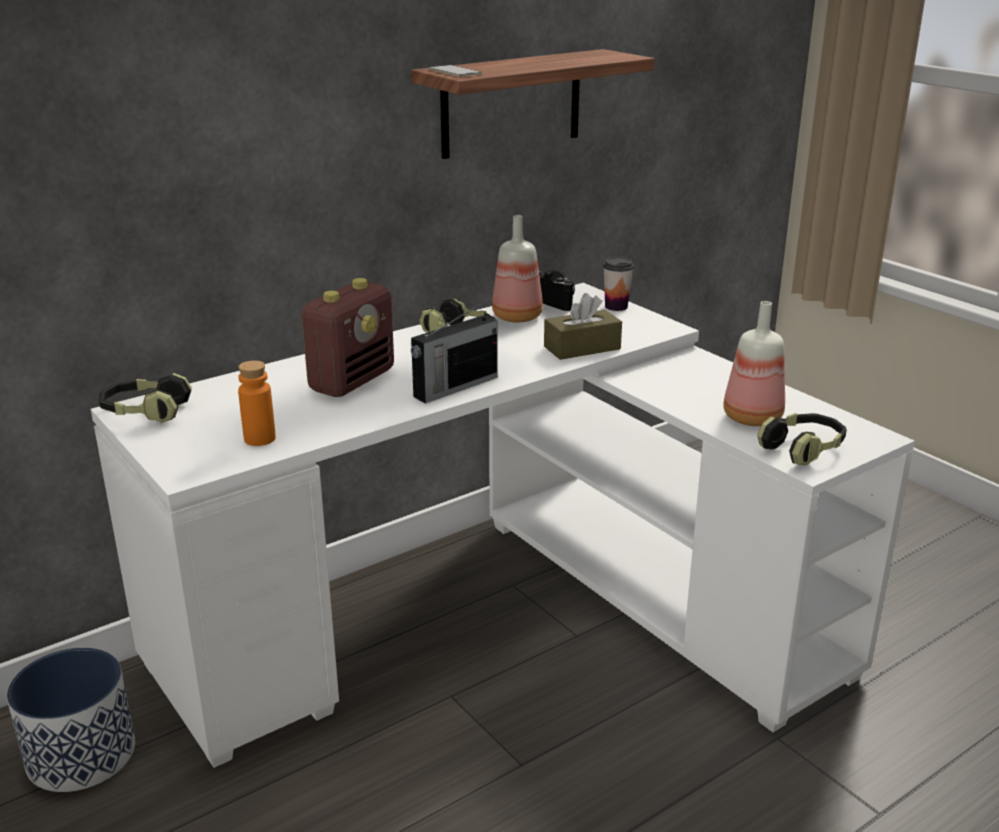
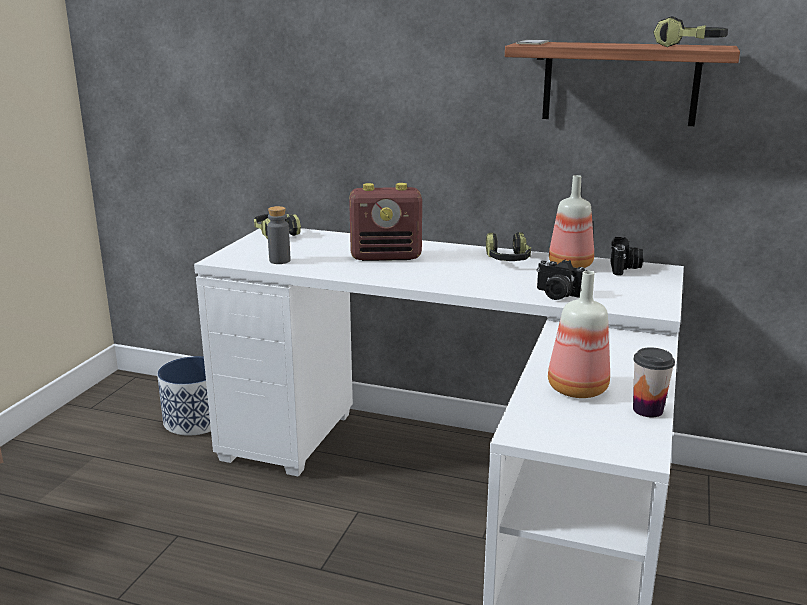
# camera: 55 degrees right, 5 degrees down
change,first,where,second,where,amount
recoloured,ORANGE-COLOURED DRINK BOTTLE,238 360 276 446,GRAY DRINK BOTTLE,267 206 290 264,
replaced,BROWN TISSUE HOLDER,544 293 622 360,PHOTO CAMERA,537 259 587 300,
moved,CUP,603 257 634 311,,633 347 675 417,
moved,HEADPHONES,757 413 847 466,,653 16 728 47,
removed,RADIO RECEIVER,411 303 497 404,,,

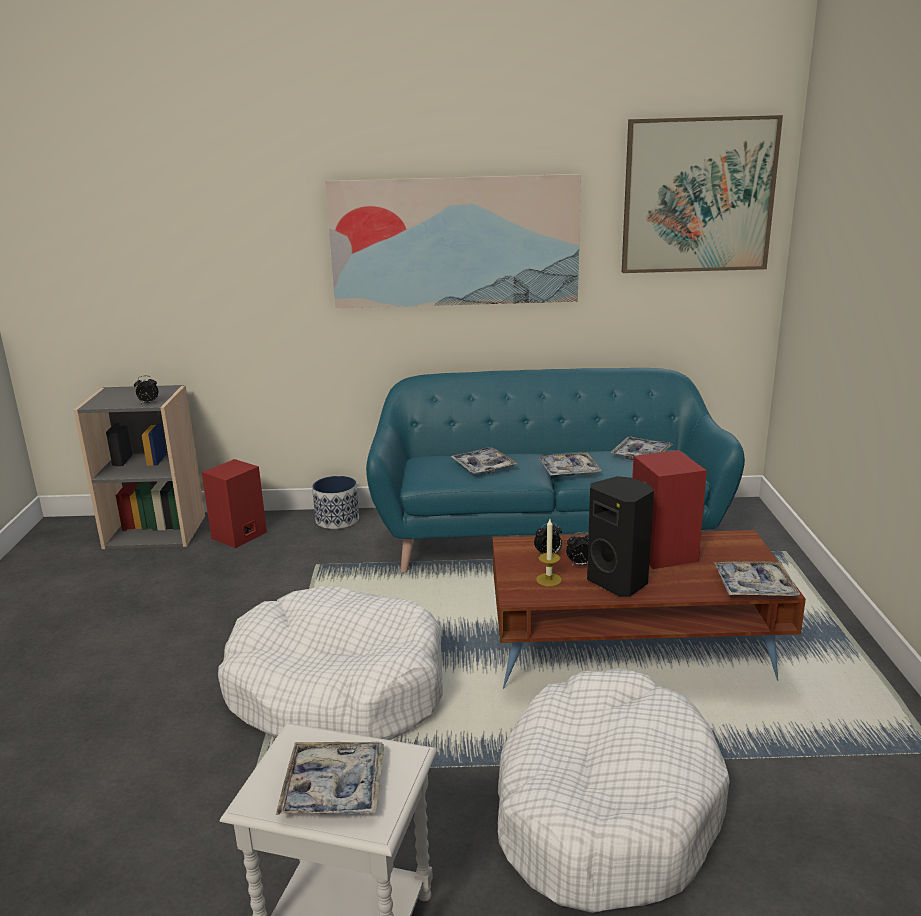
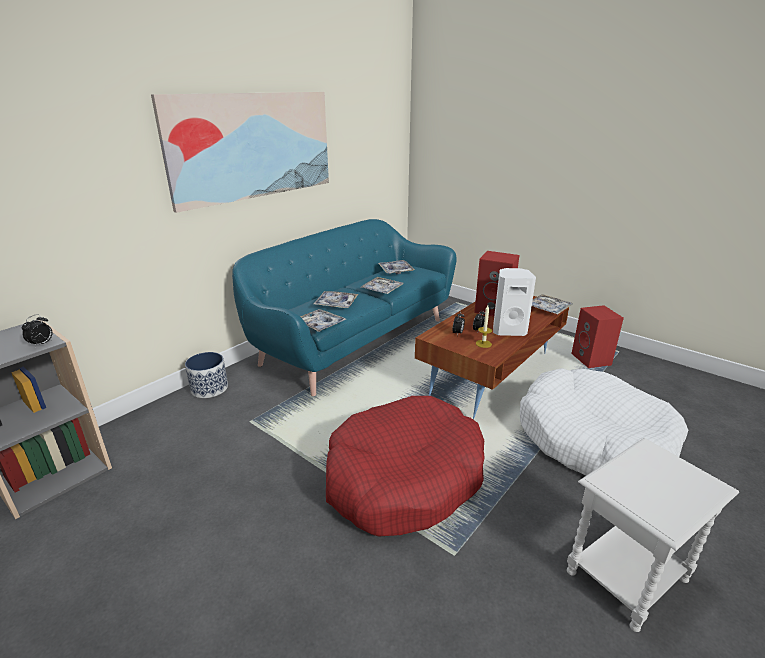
# camera: 50 degrees left, 5 degrees up
change,first,where,second,where,amount
moved,CARRYING TRAY,276 742 384 815,,300 309 346 332,
recoloured,WHITISH DOG BED,218 586 443 740,REDDISH DOG BED,326 396 485 537,
recoloured,BLACK SPEAKER,587 476 654 597,WHITISH SPEAKER,493 268 536 336,
moved,REDDISH SPEAKER,202 459 267 548,,571 305 624 368,
removed,WALL ART,622 115 783 273,,,

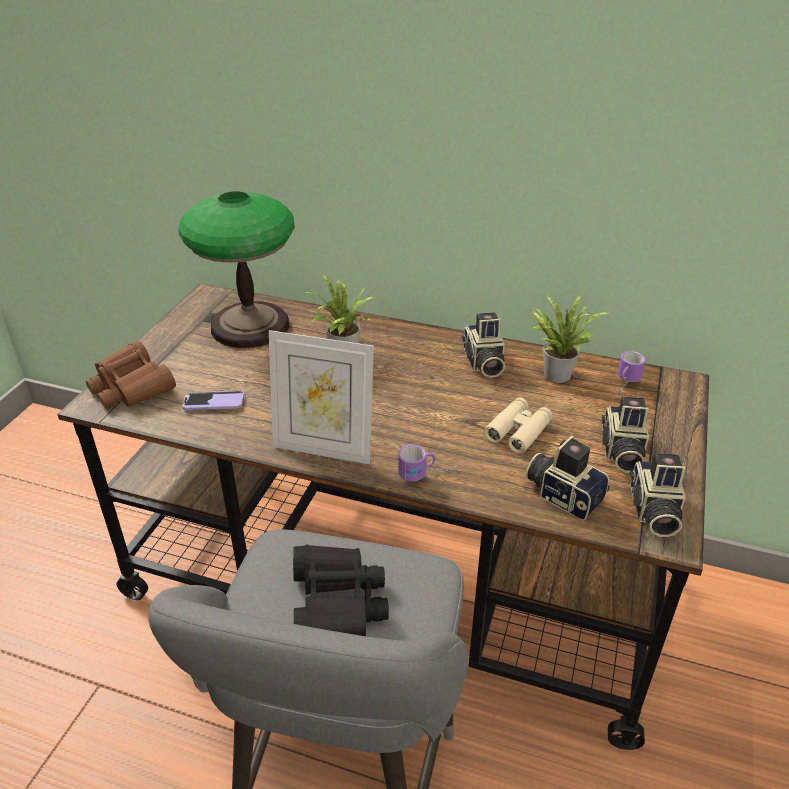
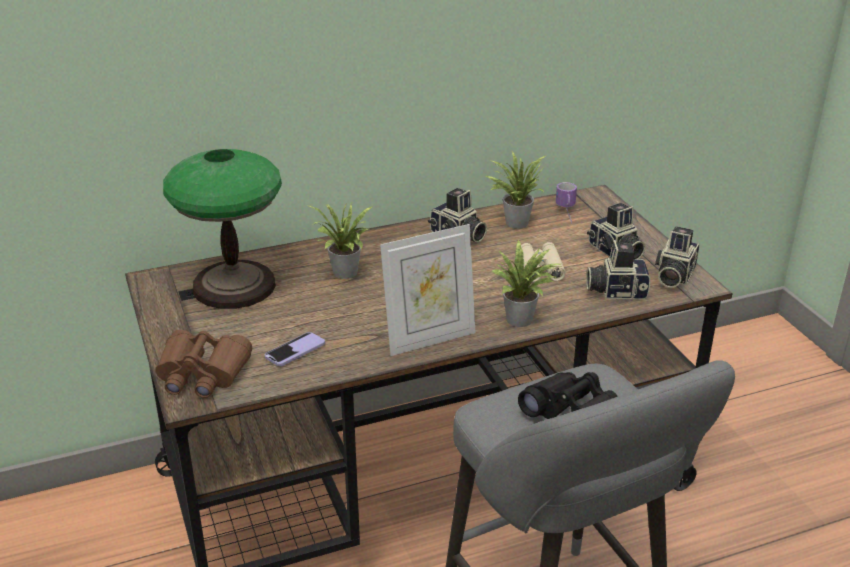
# camera: 40 degrees left, 5 degrees down
change,first,where,second,where,amount
replaced,COFFEE MUG,398 444 457 481,POTTED PLANT,492 240 561 327,
turned,PHOTO CAMERA,630 453 685 537,,655 226 700 288,60 degrees clockwise

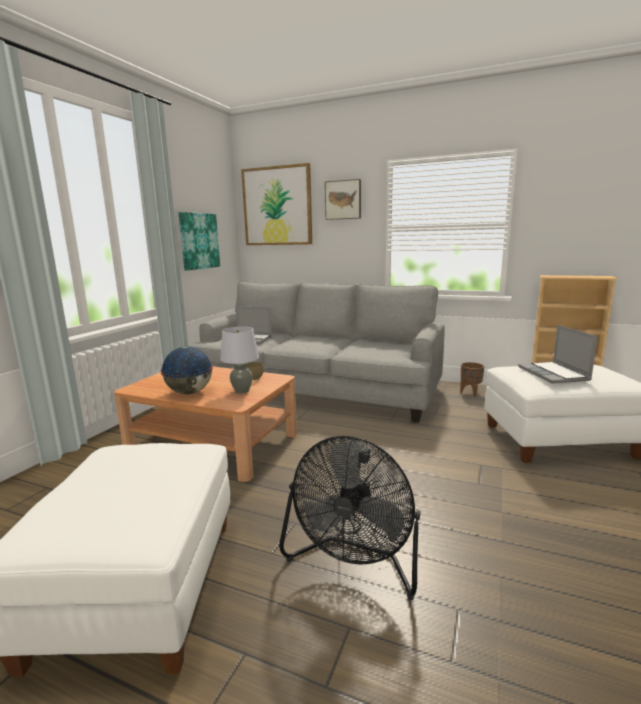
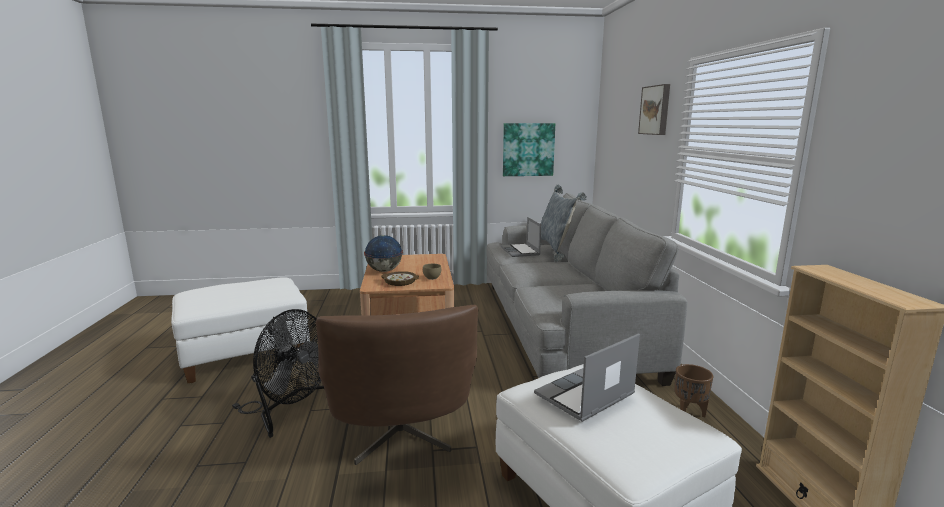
# camera: 60 degrees right, 0 degrees up
change,first,where,second,where,amount
turned,BLACK COOLING FAN,279 436 420 600,,232 309 324 438,150 degrees counterclockwise
added,,,BROWN EASY CHAIR,316 305 478 465,
replaced,GRAY TABLETOP LAMP,220 327 259 394,BOWL,381 271 419 286,
added,,,CUSHION,540 184 587 263,
removed,WALL ART,241 163 312 245,,,

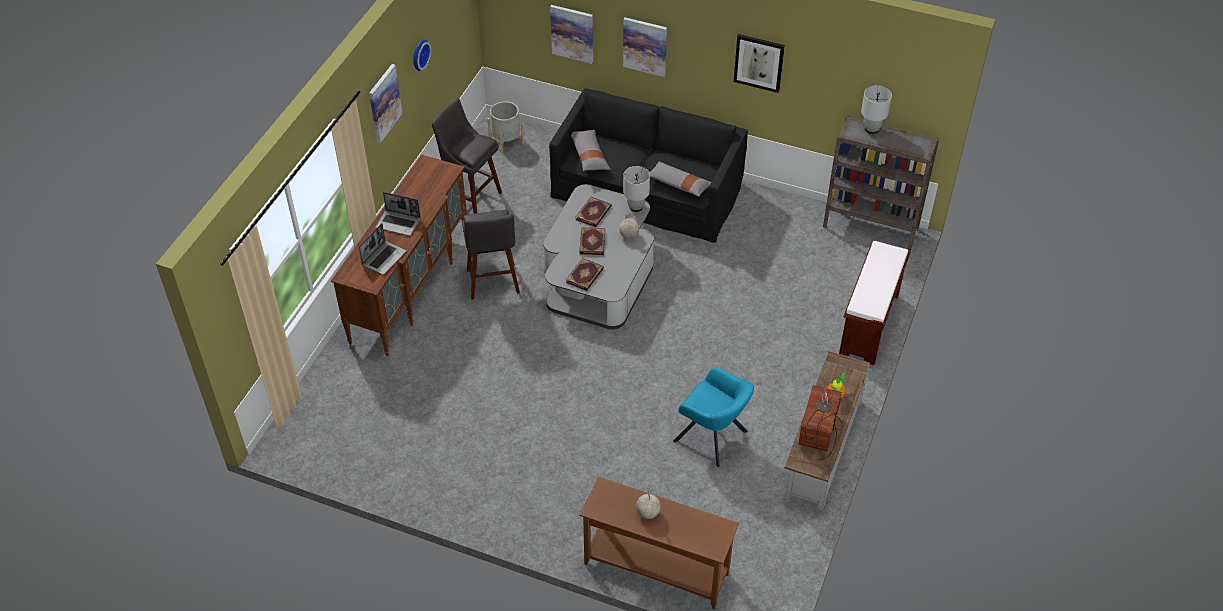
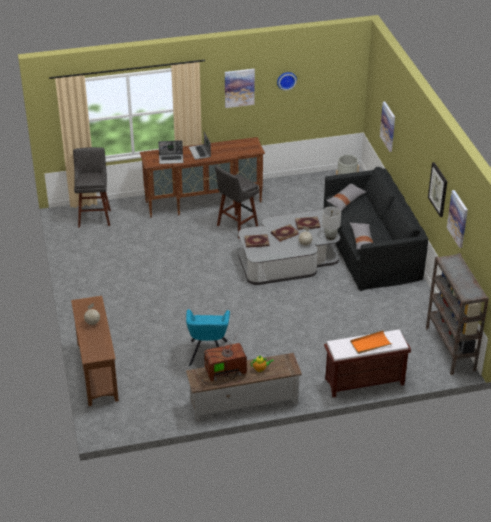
# camera: 55 degrees right, 10 degrees down
change,first,where,second,where,amount
moved,GRAY STOOL,432 98 502 214,,73 147 111 227,
added,,,ORANGE-COLOURED CARRYING TRAY,350 331 393 354,
moved,WALL ART,623 17 667 77,,447 190 468 248,
removed,WHITISH TABLETOP LAMP,861 85 892 134,,,

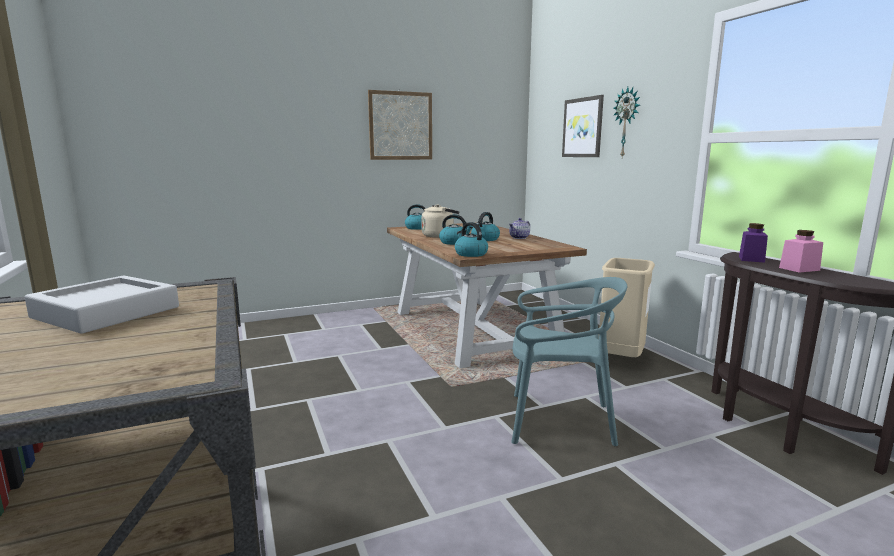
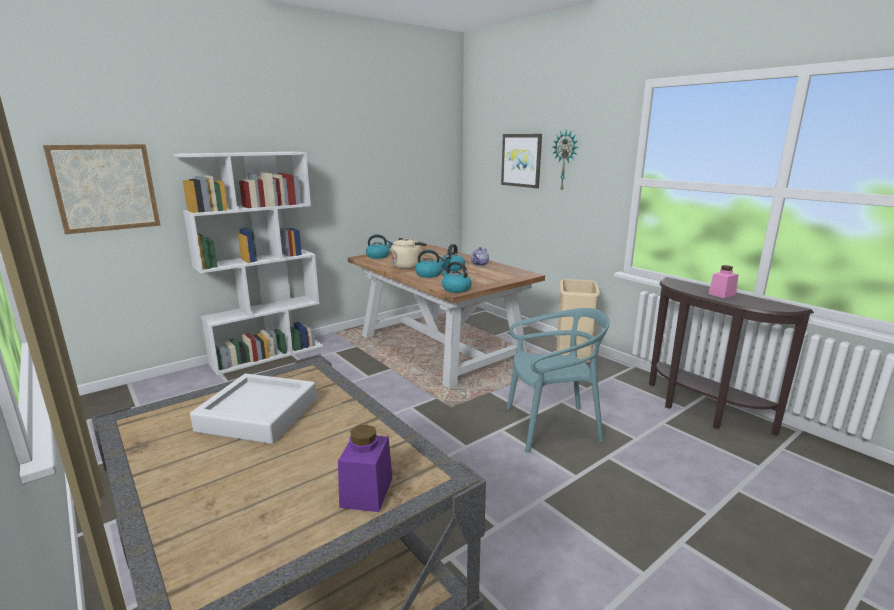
# camera: 15 degrees left, 5 degrees up
change,first,where,second,where,amount
moved,WALL ART,368 90 432 160,,43 142 160 234,
added,,,WHITISH SHELVING UNIT,174 152 323 375,
moved,PURPLE-COLOURED STORAGE JAR,739 223 768 263,,338 425 392 512,

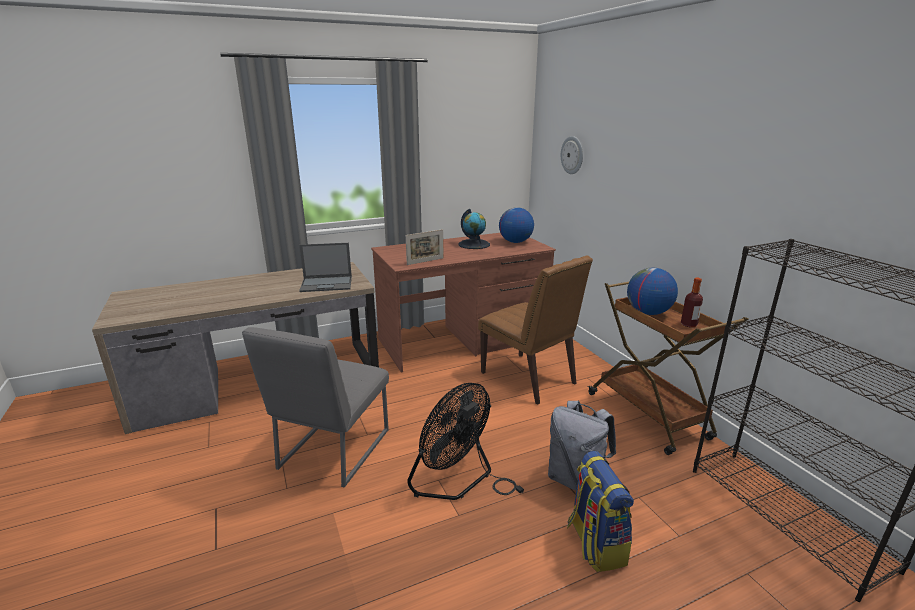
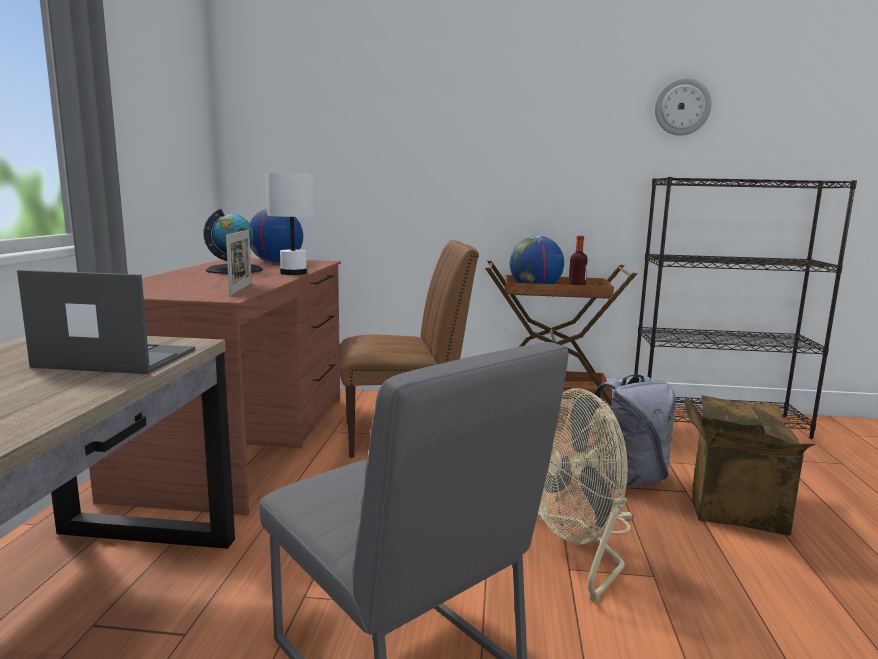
# camera: 60 degrees left, 10 degrees down
change,first,where,second,where,amount
turned,LAPTOP,299 243 352 292,,17 270 195 374,105 degrees counterclockwise
added,,,WHITISH TABLETOP LAMP,266 173 316 275,
recoloured,BLACK COOLING FAN,407 383 524 500,BEIGE COOLING FAN,537 388 634 603,
moved,HANGING CLOCK,561 136 583 174,,655 78 711 136,
replaced,RUCKSACK,567 451 634 572,PACKING BOX,685 395 815 536,

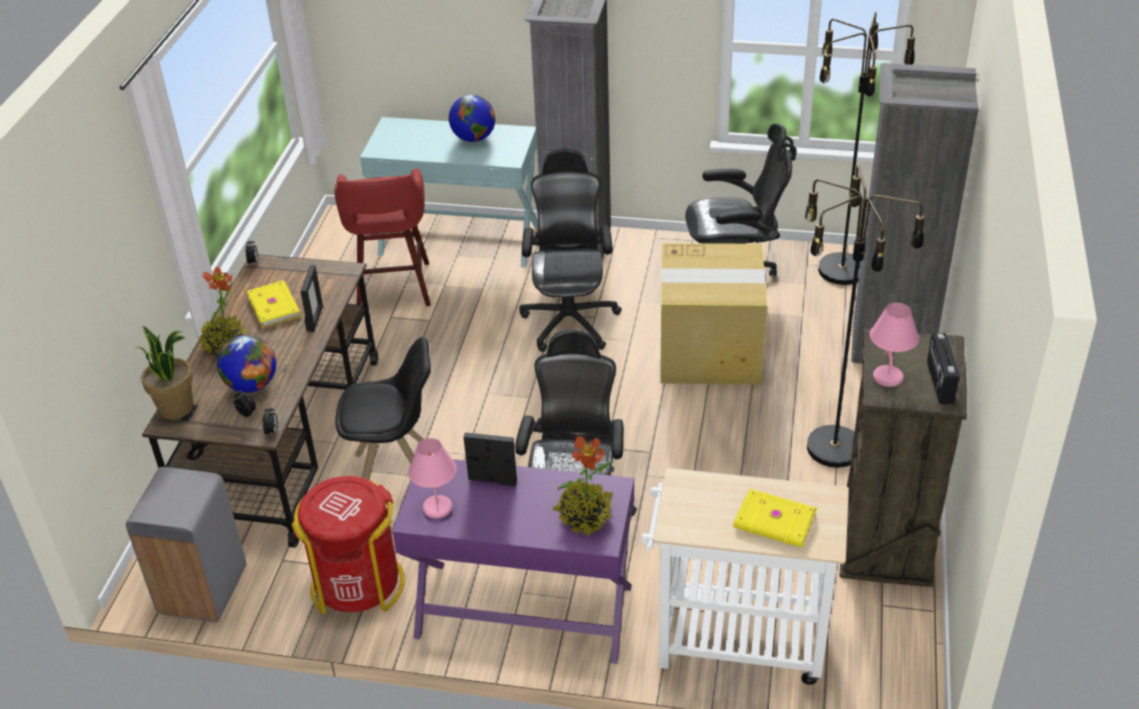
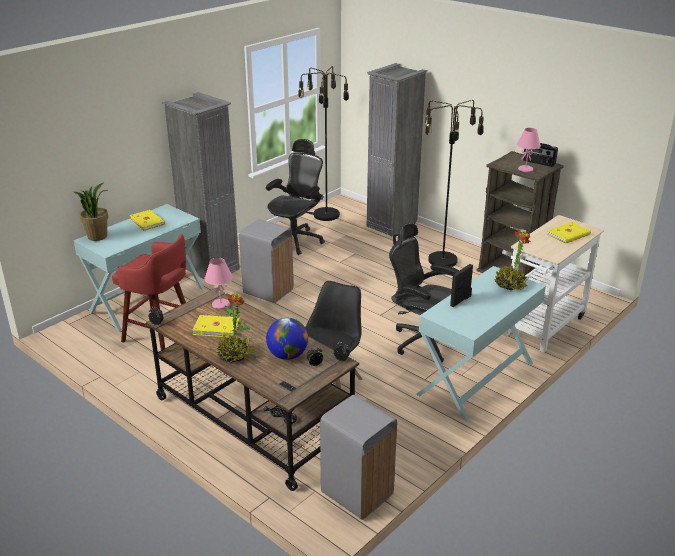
# camera: 60 degrees left, 10 degrees down
change,first,where,second,where,amount
moved,POTTED PLANT,135 326 193 419,,74 182 109 241,
replaced,DESK GLOBE,449 95 495 142,YELLOW BOOK,129 210 165 231,
moved,PINK TABLETOP LAMP,408 438 457 518,,204 258 233 309,
replaced,OFFICE CHAIR,519 149 622 352,GRAY WASTE BIN,239 219 294 303,
recoloured,PURPLE-COLOURED DESK,392 459 635 664,TURQUOISE DESK,416 266 546 421,
removed,REDDISH WASTE BIN,292 476 405 614,,,
removed,STANDING FRAME,300 265 323 332,,,
removed,PACKING BOX,660 243 767 385,,,

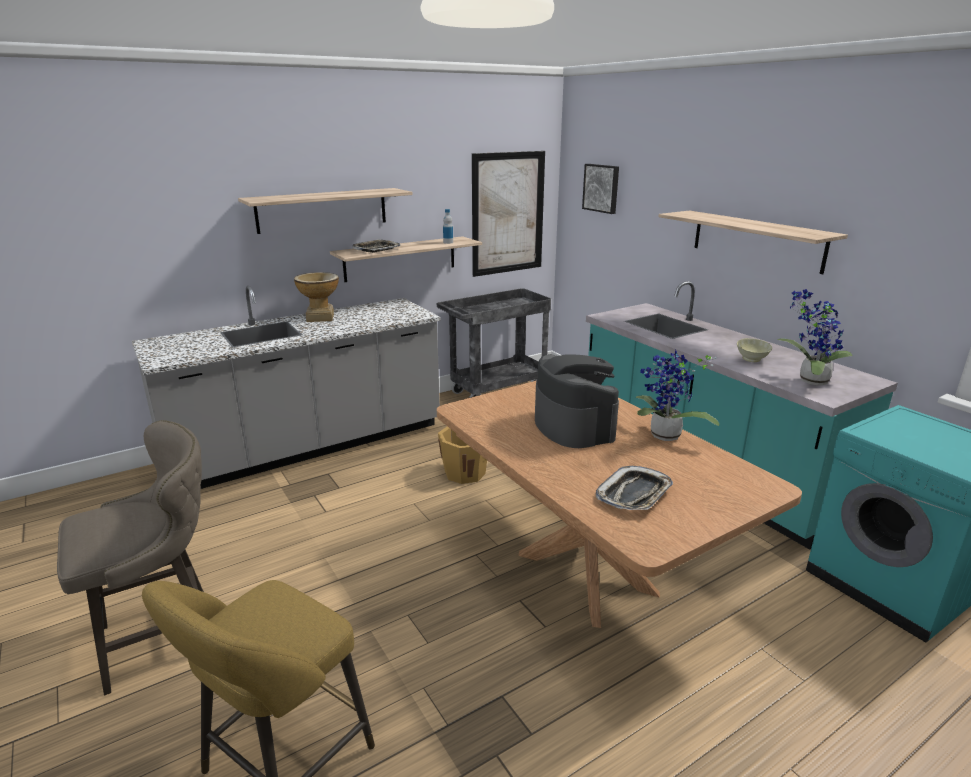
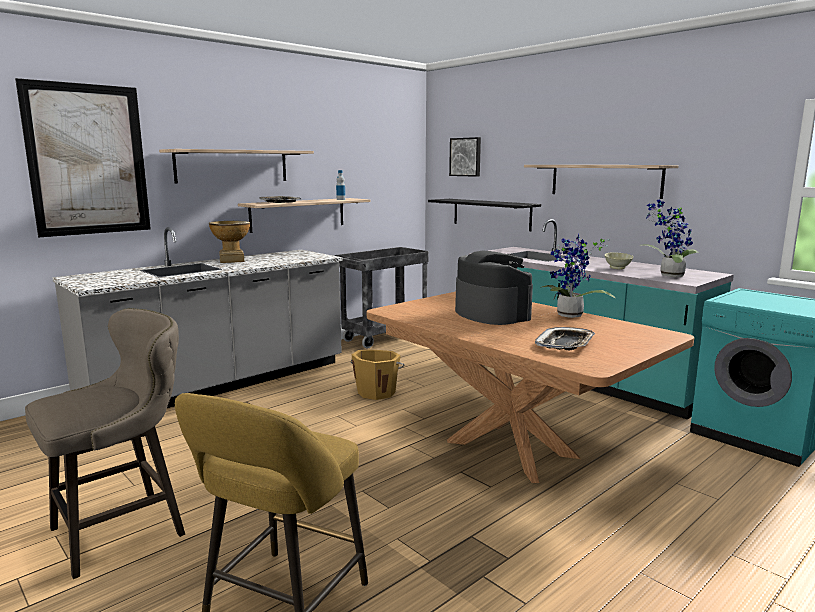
# camera: 10 degrees left, 10 degrees down
change,first,where,second,where,amount
moved,WALL ART,472 151 545 277,,15 78 151 237,
added,,,BLACK WALL SHELF,428 199 541 231,

